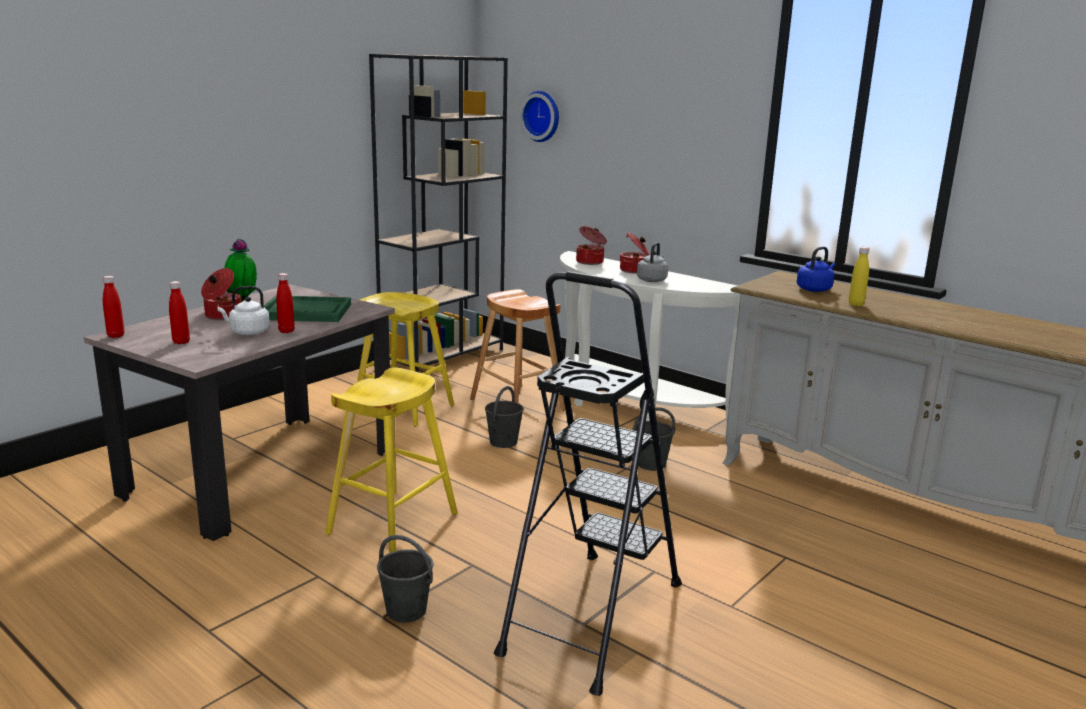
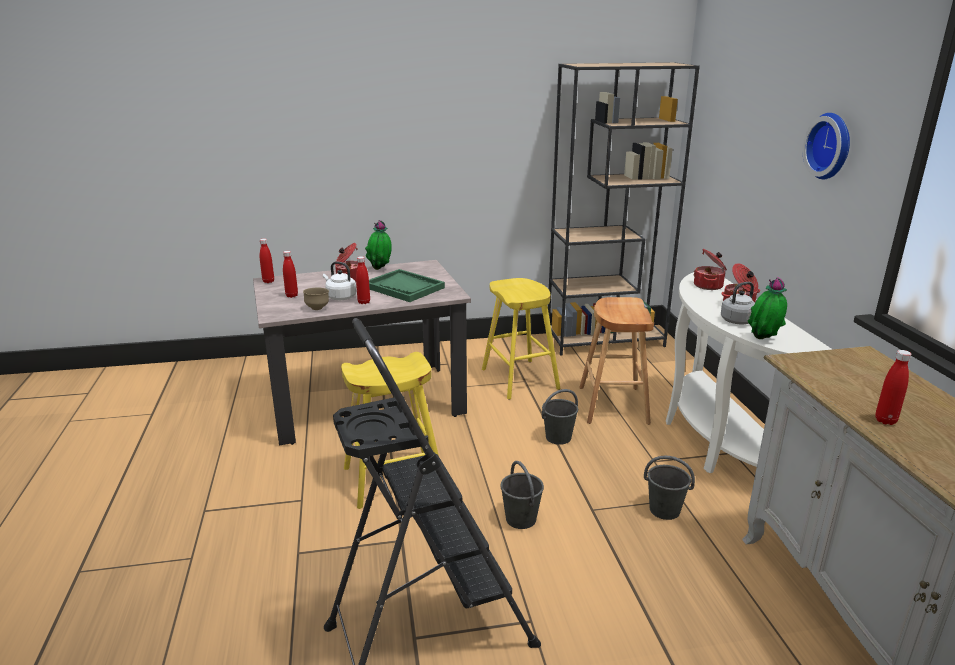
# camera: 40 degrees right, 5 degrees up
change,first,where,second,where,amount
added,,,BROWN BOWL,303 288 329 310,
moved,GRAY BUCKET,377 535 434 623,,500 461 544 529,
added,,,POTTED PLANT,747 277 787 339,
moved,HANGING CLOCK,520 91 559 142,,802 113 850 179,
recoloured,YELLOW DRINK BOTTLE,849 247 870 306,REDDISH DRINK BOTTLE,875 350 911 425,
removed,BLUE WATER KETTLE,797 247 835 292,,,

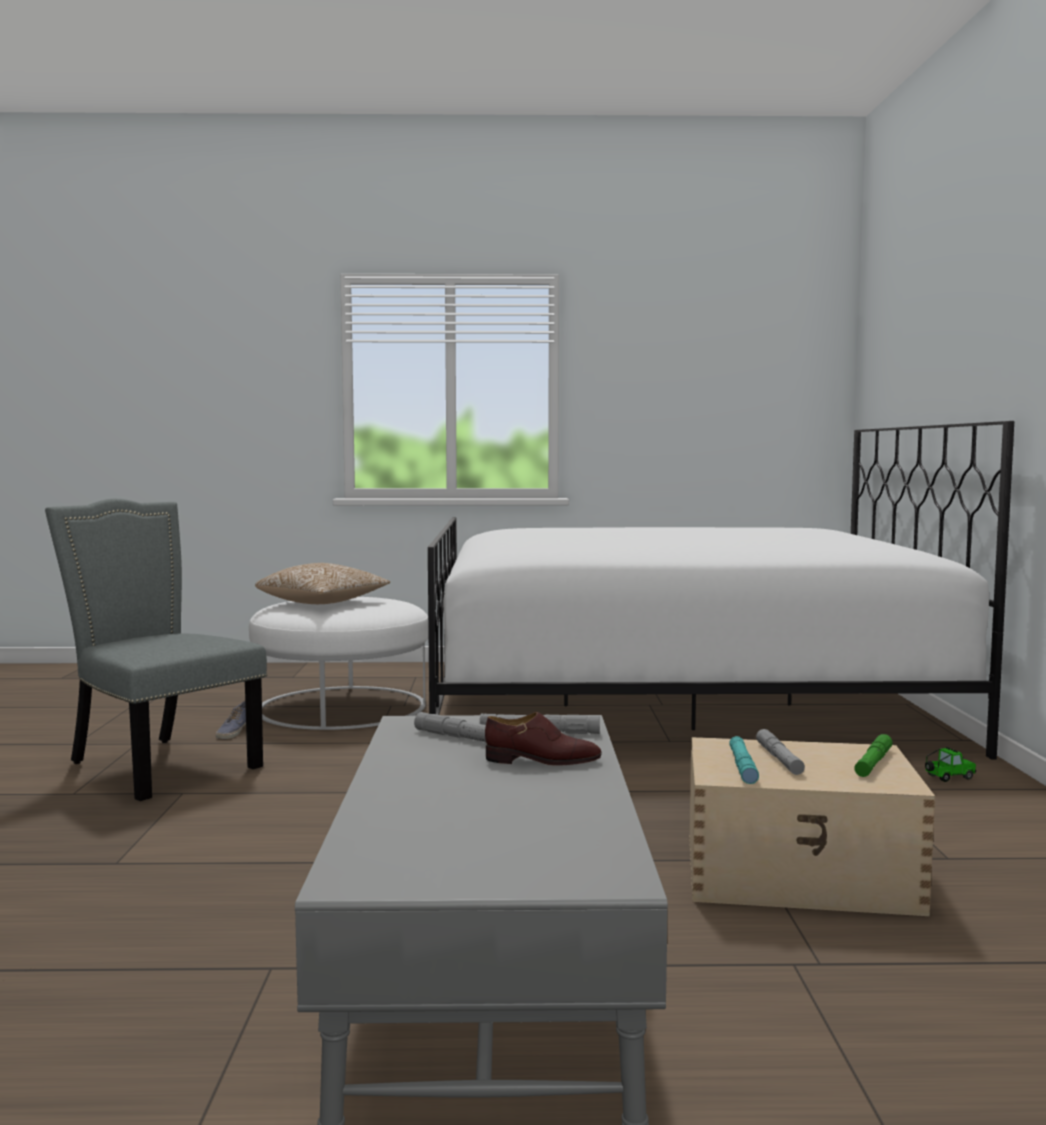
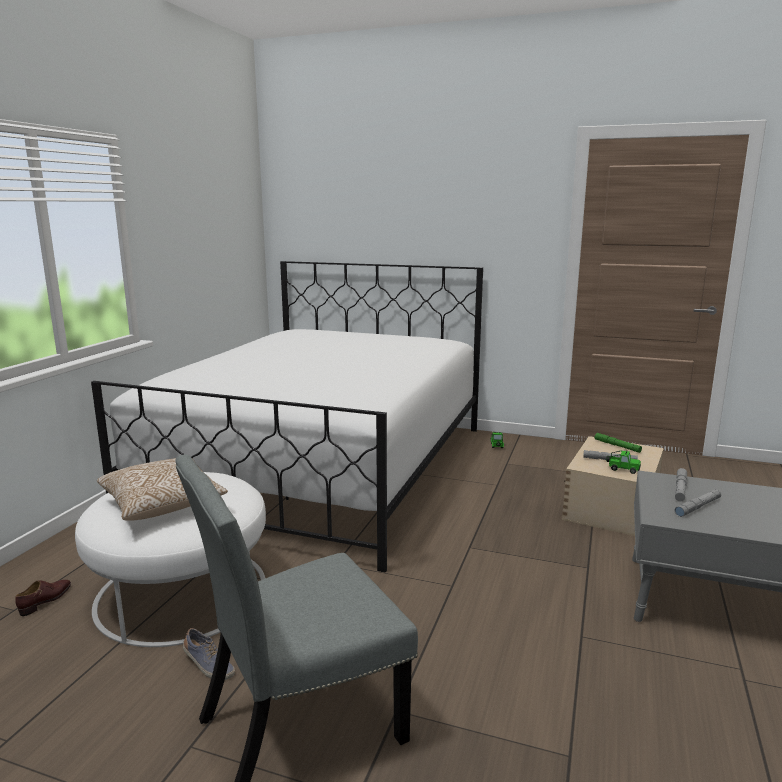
# camera: 70 degrees left, 10 degrees up
change,first,where,second,where,amount
moved,BROWN ITEM OF FOOTWEAR,485 712 602 766,,15 580 71 616,
replaced,TURQUOISE TORCH,729 736 759 784,MINIATURE CAR,606 451 641 474,

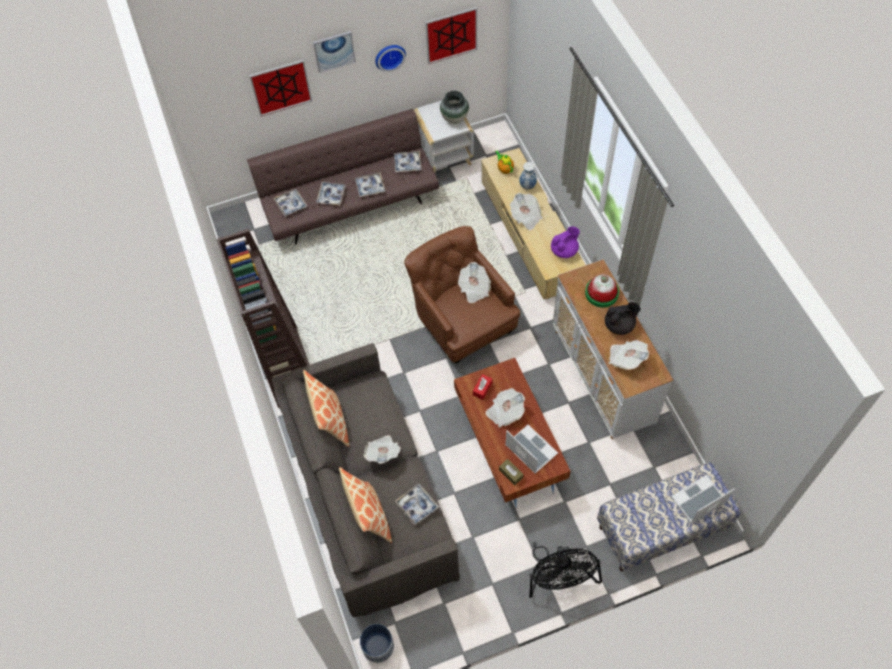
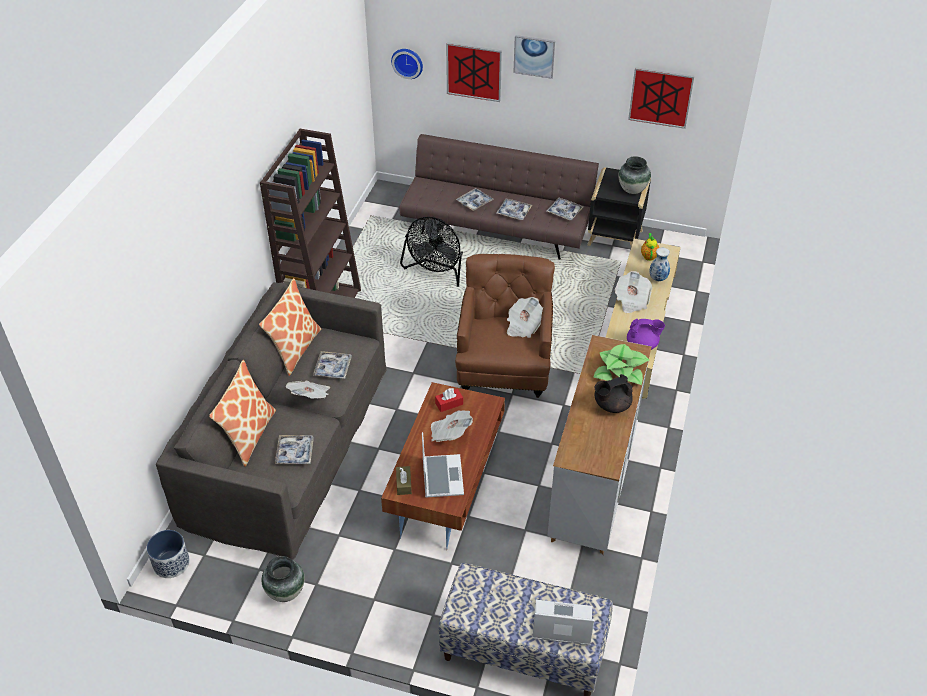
# camera: 35 degrees right, 15 degrees down
change,first,where,second,where,amount
added,,,DECORATIVE VASE,261 556 305 602,
moved,CARRYING TRAY,273 189 307 216,,313 351 352 379,
moved,HANGING CLOCK,375 45 406 72,,391 49 423 79,
moved,BLACK COOLING FAN,529 542 602 598,,400 217 463 287,
recoloured,WHITISH END TABLE,414 100 474 173,BLACK END TABLE,587 167 651 247,
replaced,CLOTHING HAT,585 274 619 307,POTTED PLANT,593 344 649 385,
turned,BLACK POT FOR TEA,605 302 641 335,,595 374 633 413,135 degrees clockwise
removed,DAILY PAPER,609 340 649 370,,,

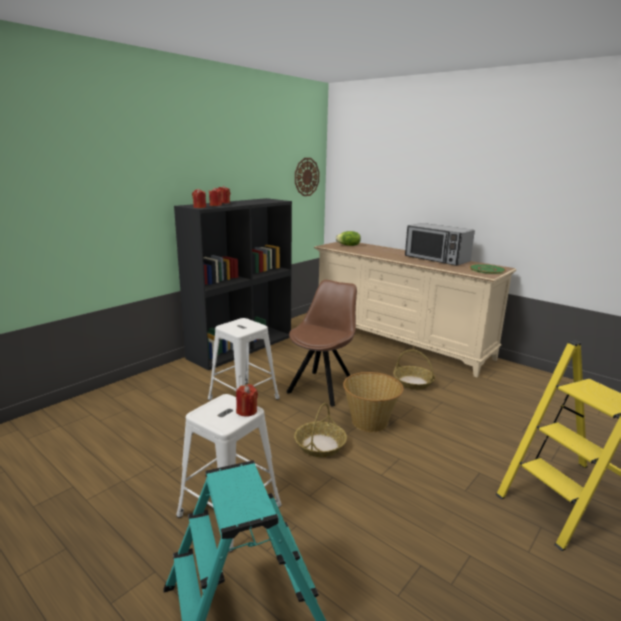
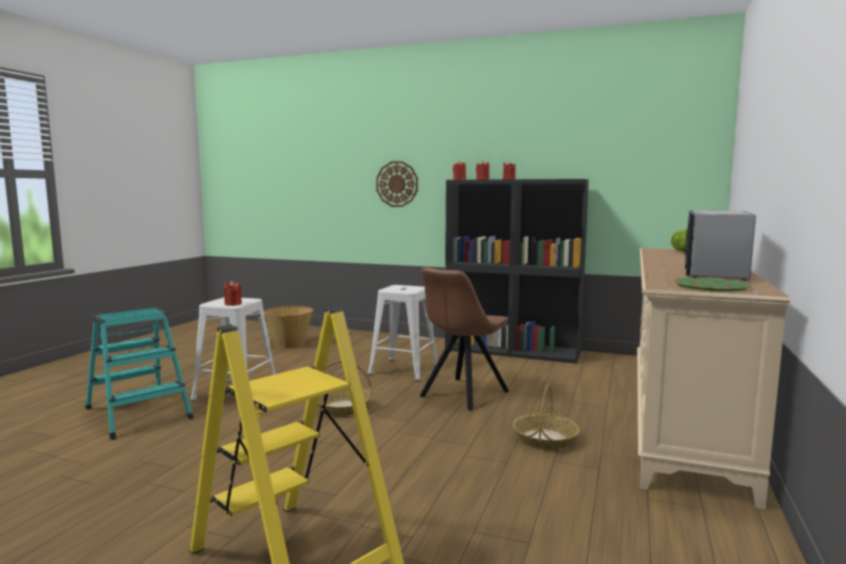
# camera: 70 degrees right, 10 degrees down
change,first,where,second,where,amount
moved,STORAGE BASKET,343 372 404 432,,264 306 314 348,
moved,HANGING CLOCK,295 158 319 196,,376 161 418 207,
turned,BROWN CHAIR,287 280 357 407,,420 267 509 411,120 degrees clockwise

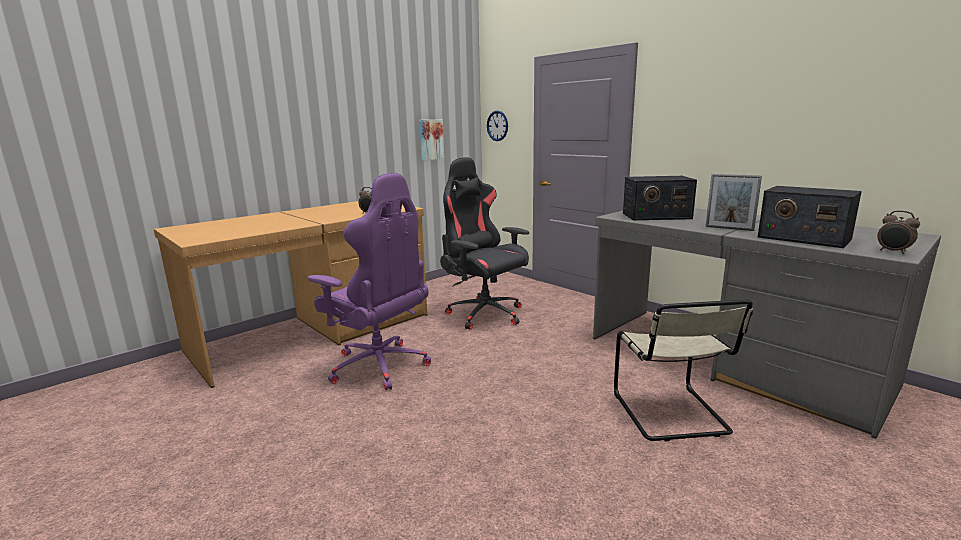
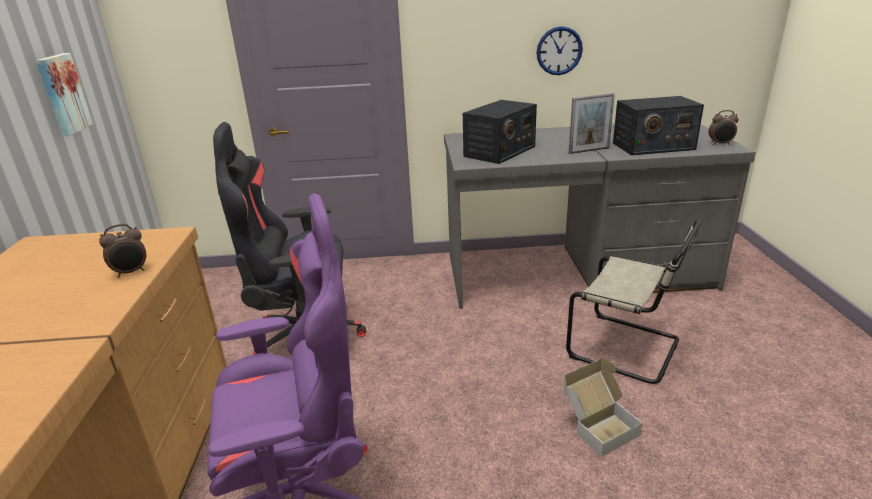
# camera: 50 degrees left, 10 degrees up
change,first,where,second,where,amount
moved,HANGING CLOCK,487 111 508 141,,536 26 583 75,
added,,,PACKING BOX,563 358 642 457,

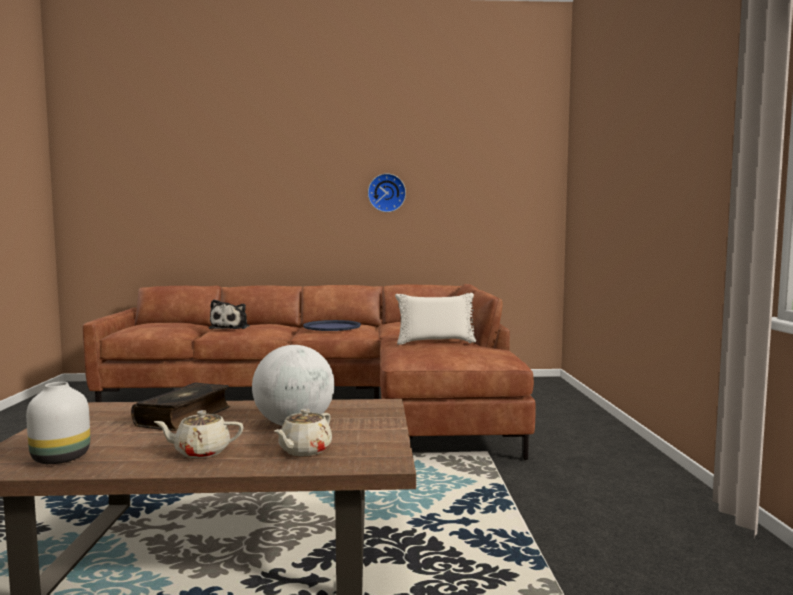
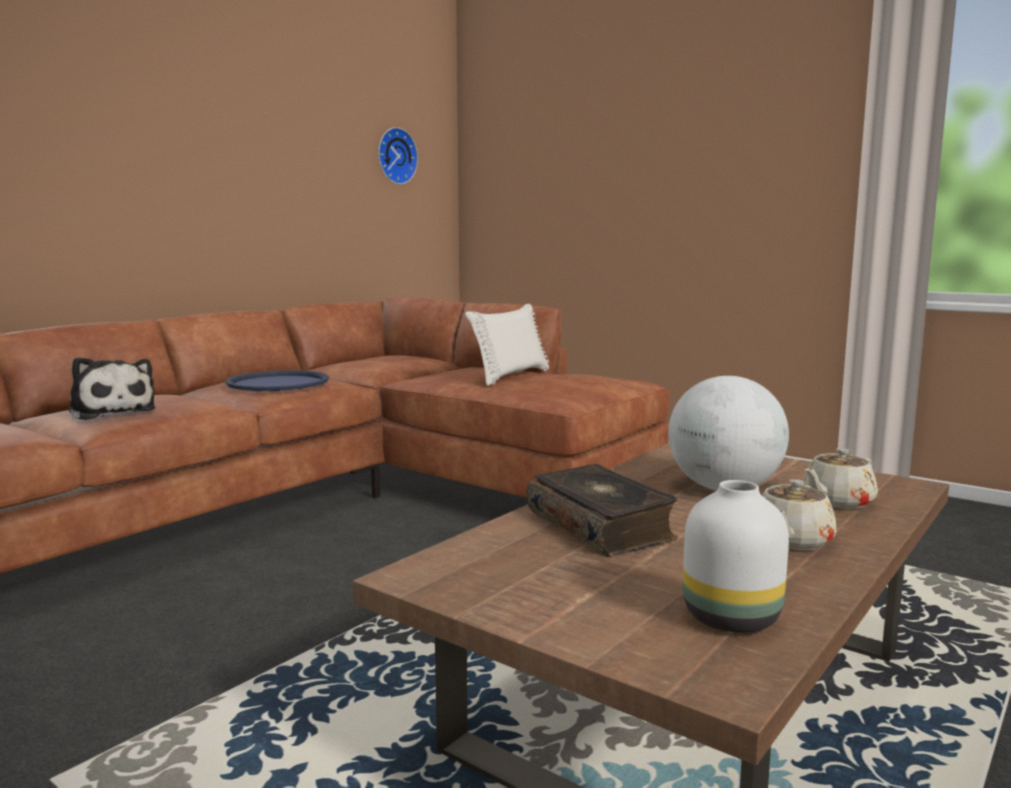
# camera: 50 degrees left, 5 degrees up
change,first,where,second,where,amount
moved,HANGING CLOCK,368 173 406 212,,378 127 418 184,
turned,BEIGE POT FOR TEA,274 409 332 456,,803 448 878 509,75 degrees clockwise

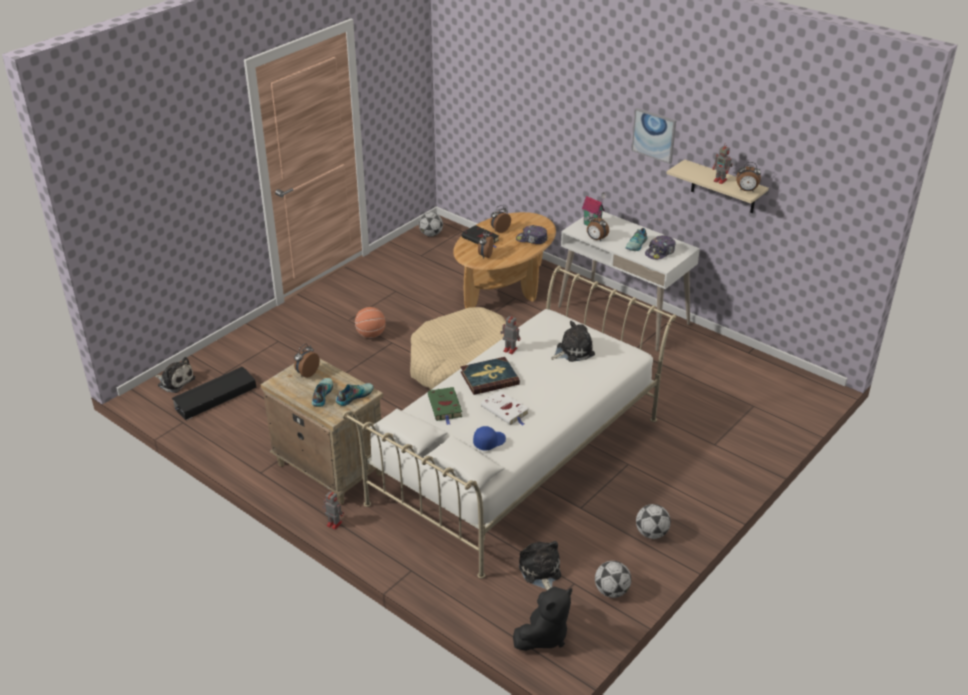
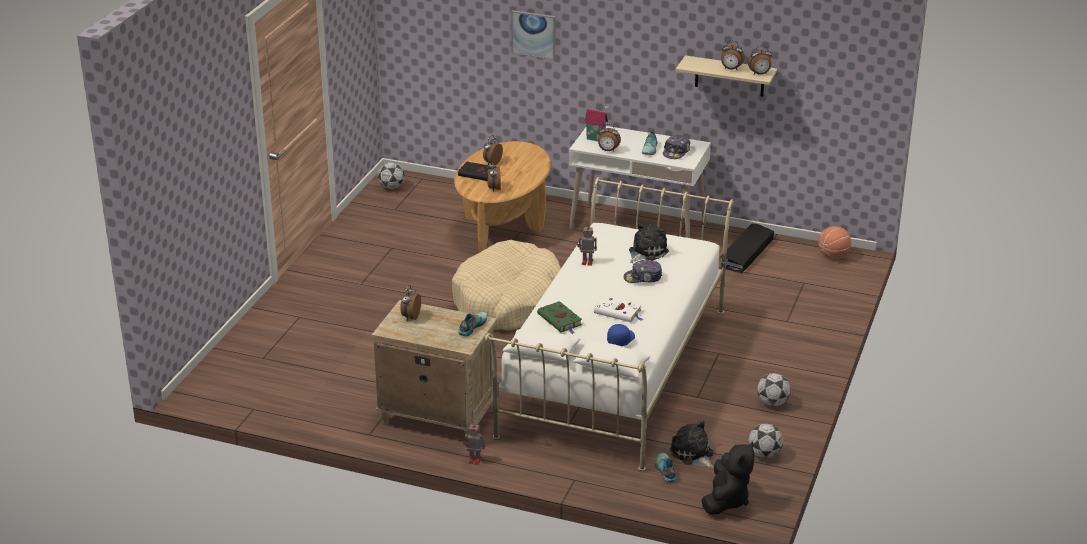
# camera: 20 degrees left, 5 degrees down
change,first,where,second,where,amount
moved,WALL ART,632 108 676 164,,511 10 555 60,
moved,CAP,516 225 547 244,,624 260 662 283,
moved,ITEM OF FOOTWEAR,312 378 333 407,,655 453 676 483,
moved,BLACK STORAGE BIN,171 367 256 420,,720 223 774 274,
replaced,ROBOT FIGURE,712 143 733 184,BEDSIDE CLOCK,721 40 745 70,
moved,BASKETBALL,355 307 386 338,,818 226 851 259,
removed,CUDDLY TOY,154 357 195 393,,,
removed,BOOK,460 357 520 395,,,

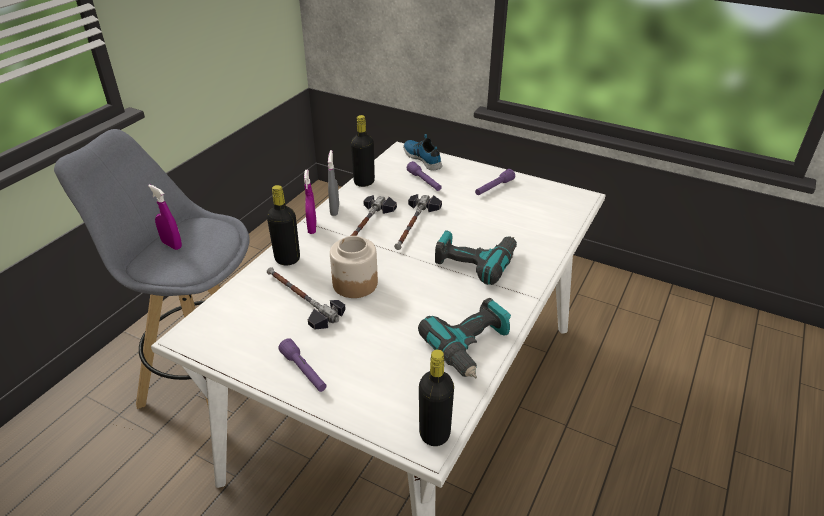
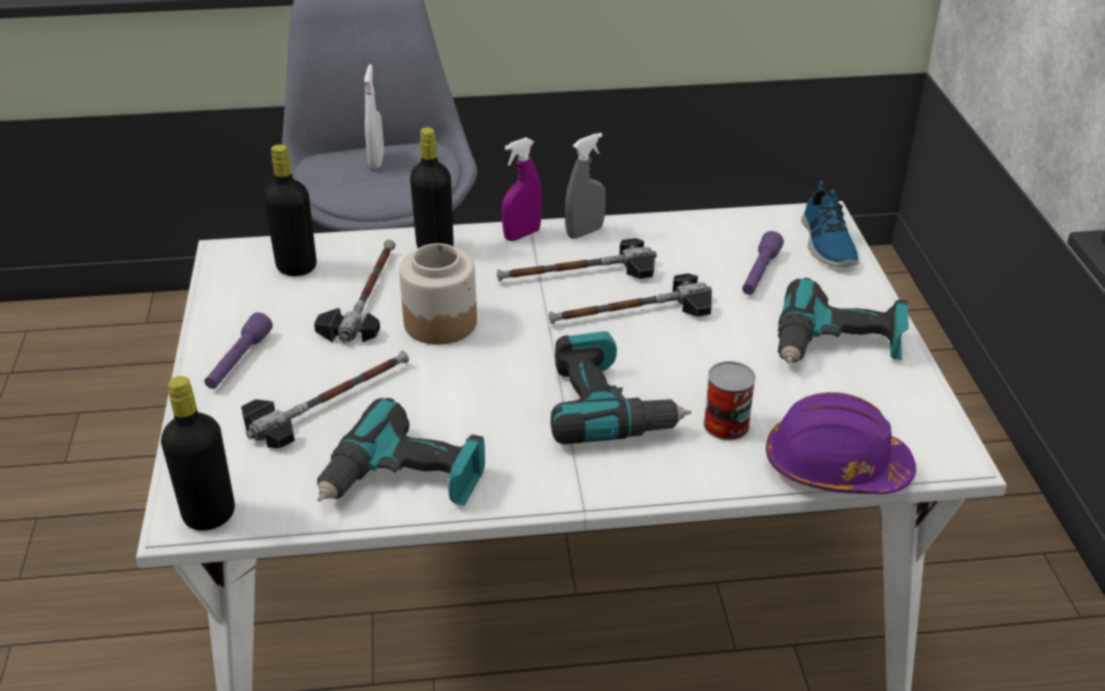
# camera: 55 degrees right, 0 degrees up
change,first,where,second,where,amount
added,,,HAND HAMMER,241 350 409 448,
moved,BLACK DRINK BOTTLE,351 115 375 187,,263 145 317 276,
recoloured,PURPLE-COLOURED SPRAY BOTTLE,148 184 182 250,WHITISH SPRAY BOTTLE,364 64 384 169,
added,,,SEALED CAN,703 361 756 440,
added,,,PURPLE-COLOURED WORK HELMET,766 392 916 494,
replaced,PURPLE-COLOURED TORCH,475 169 515 195,DRILL,778 278 909 364,
turned,ITEM OF FOOTWEAR,403 134 442 170,,801 181 859 267,150 degrees clockwise

